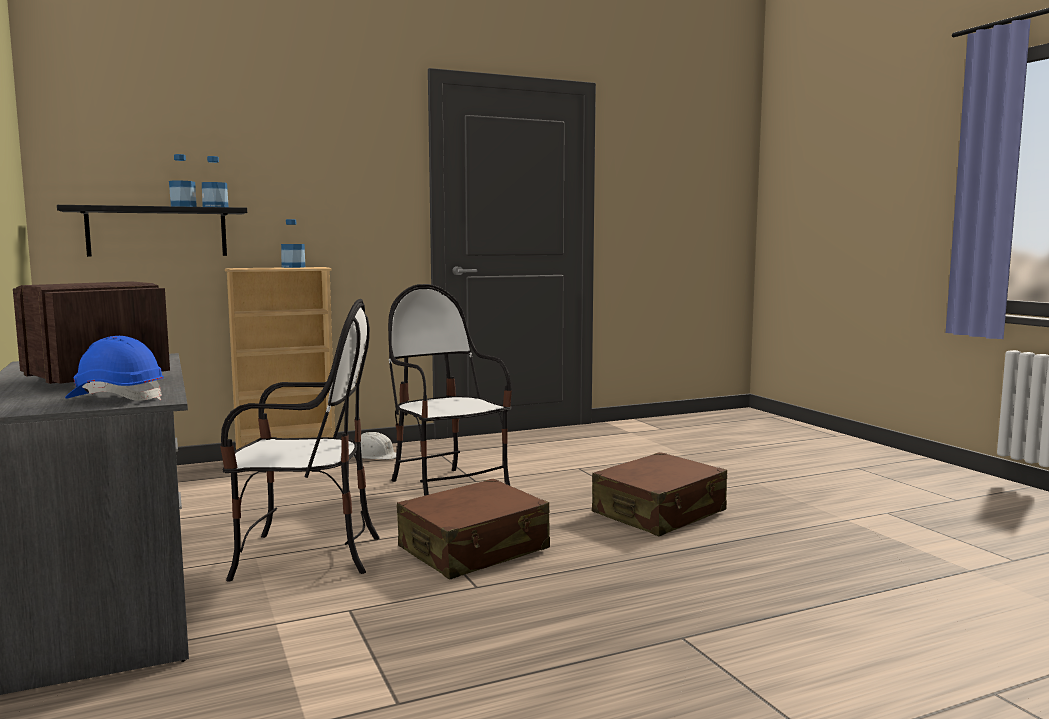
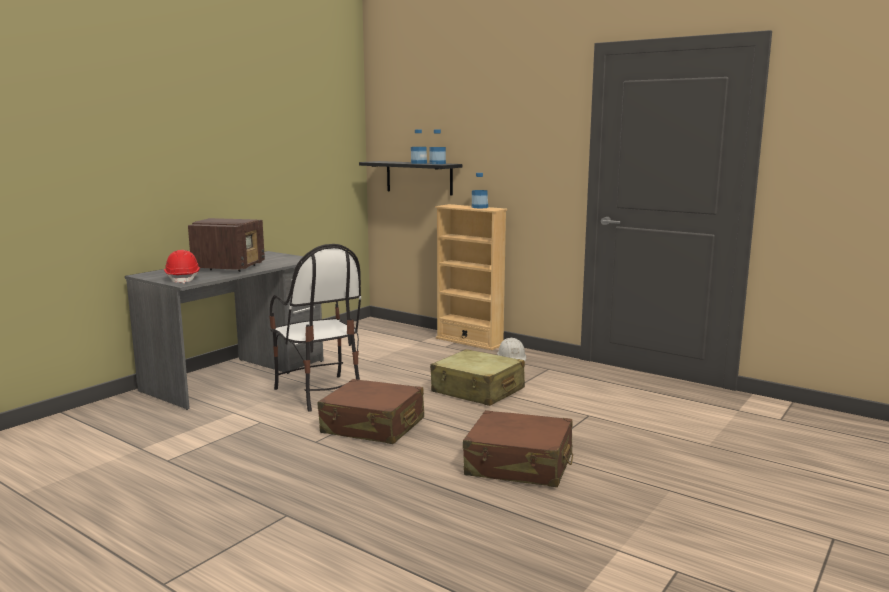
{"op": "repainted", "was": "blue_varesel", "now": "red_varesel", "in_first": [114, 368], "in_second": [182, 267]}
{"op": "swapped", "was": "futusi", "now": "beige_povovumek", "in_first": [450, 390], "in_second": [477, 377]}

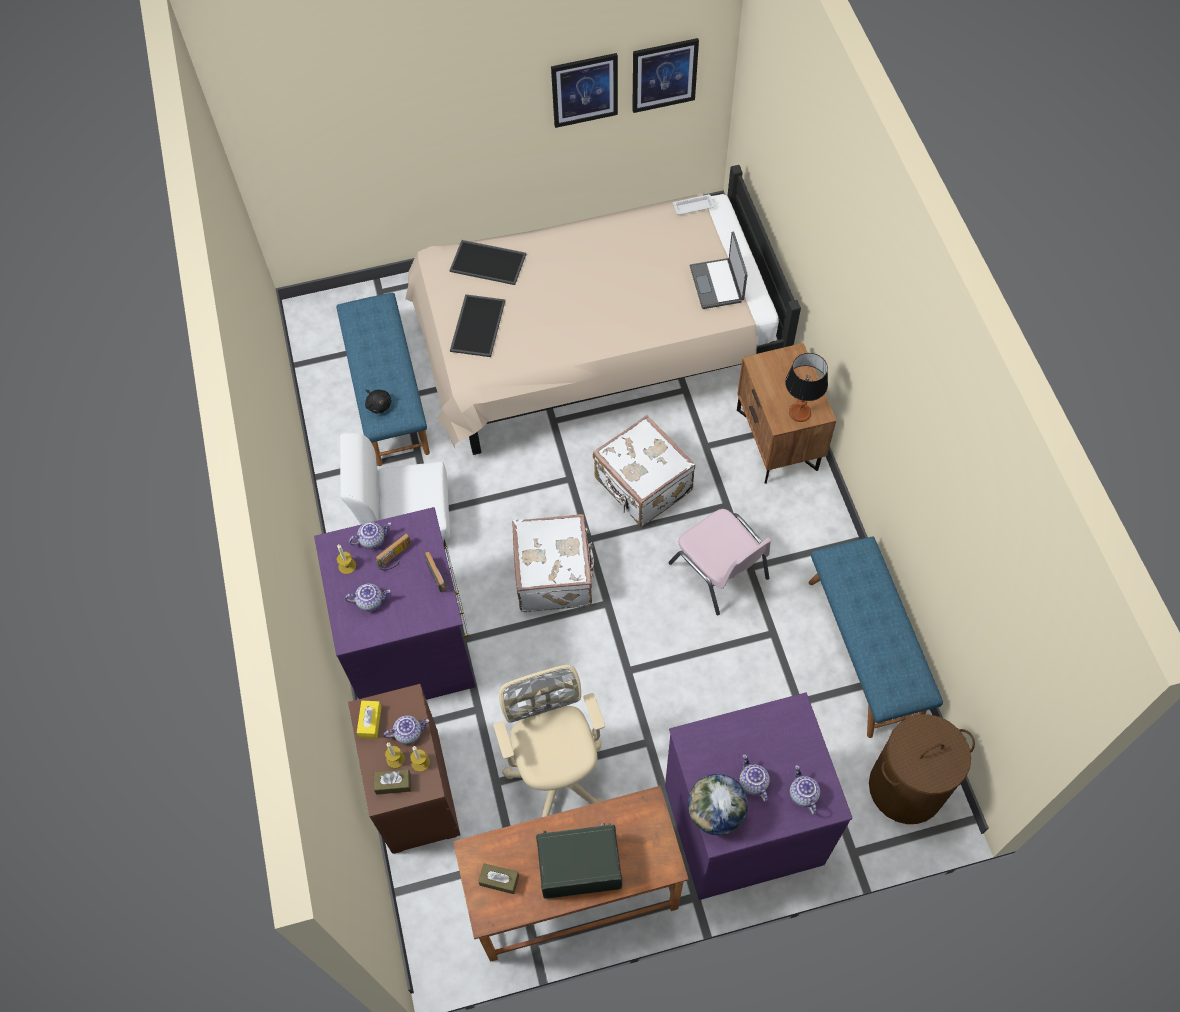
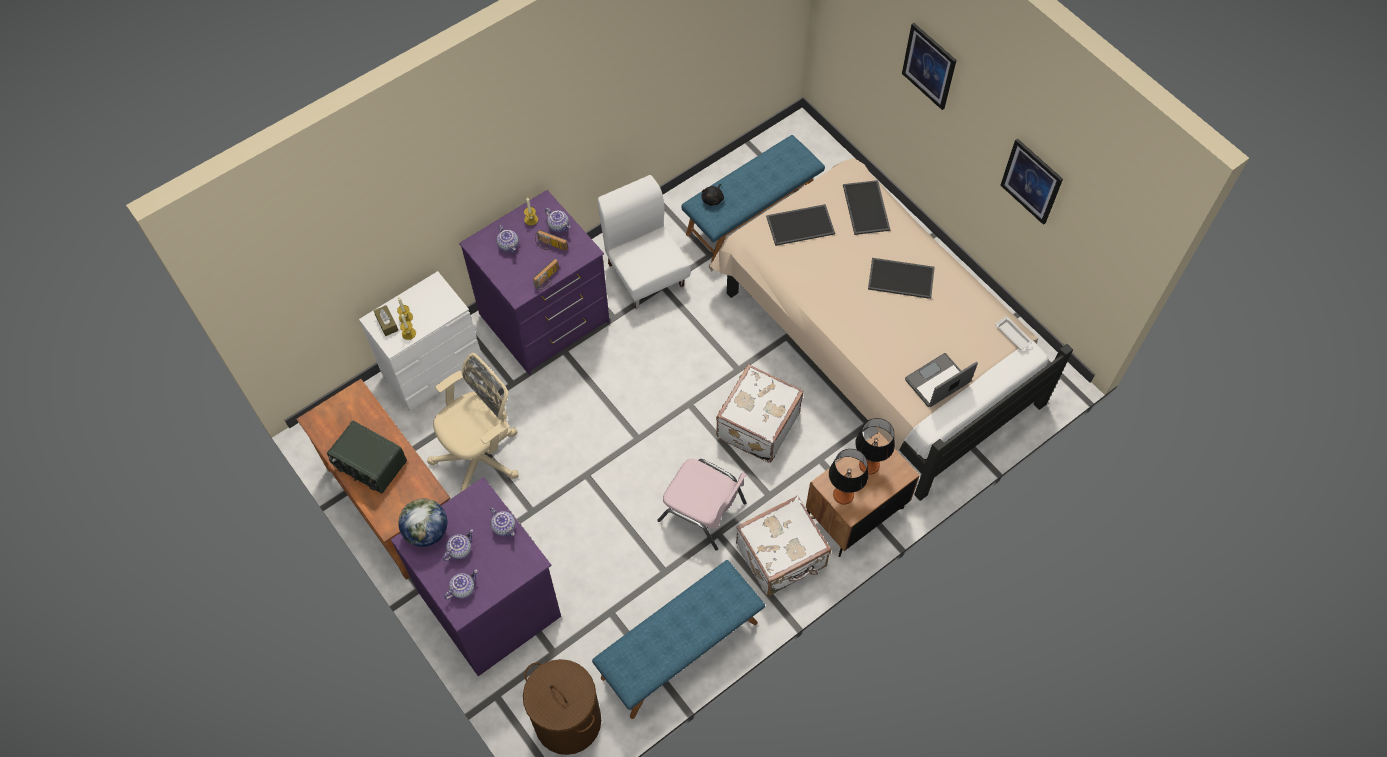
{"op": "repainted", "was": "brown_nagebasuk", "now": "white_nagebasuk", "in_first": [404, 769], "in_second": [421, 341]}
{"op": "gone", "was": "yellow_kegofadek", "in_first": [369, 720]}
{"op": "shifted", "was": "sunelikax", "in_first": [406, 730], "in_second": [502, 522]}
{"op": "gone", "was": "brown_kegofadek", "in_first": [498, 878]}
{"op": "shifted", "was": "white_povovumek", "in_first": [553, 563], "in_second": [783, 546]}
{"op": "rotated", "was": "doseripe", "in_first": [579, 861], "in_second": [367, 457], "clockwise": 150}
{"op": "shifted", "was": "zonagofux", "in_first": [665, 75], "in_second": [929, 66]}
{"op": "rotated", "was": "pink_futusi", "in_first": [720, 562], "in_second": [701, 505], "clockwise": -90}
{"op": "new", "now": "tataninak", "in_second": [875, 446]}
{"op": "new", "now": "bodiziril", "in_second": [901, 278]}

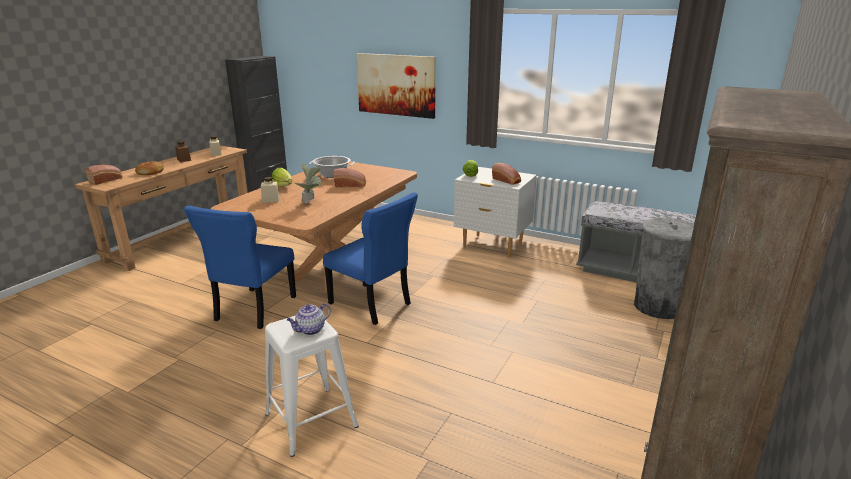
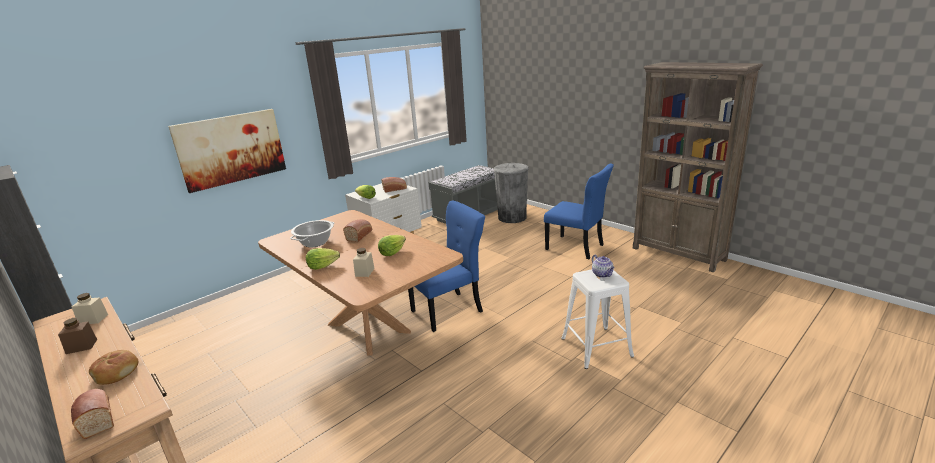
{"op": "shifted", "was": "blue_futusi", "in_first": [240, 267], "in_second": [579, 211]}
{"op": "swapped", "was": "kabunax", "now": "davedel", "in_first": [308, 184], "in_second": [392, 245]}

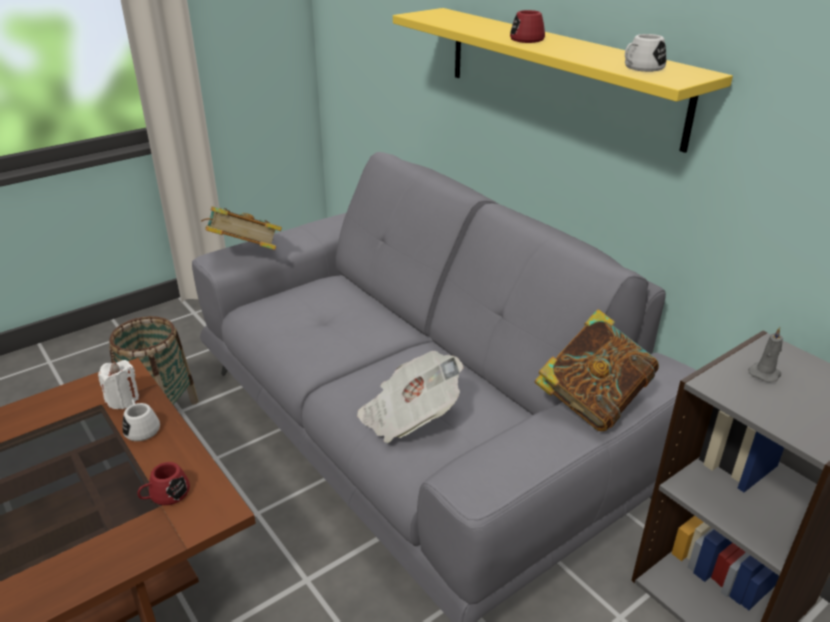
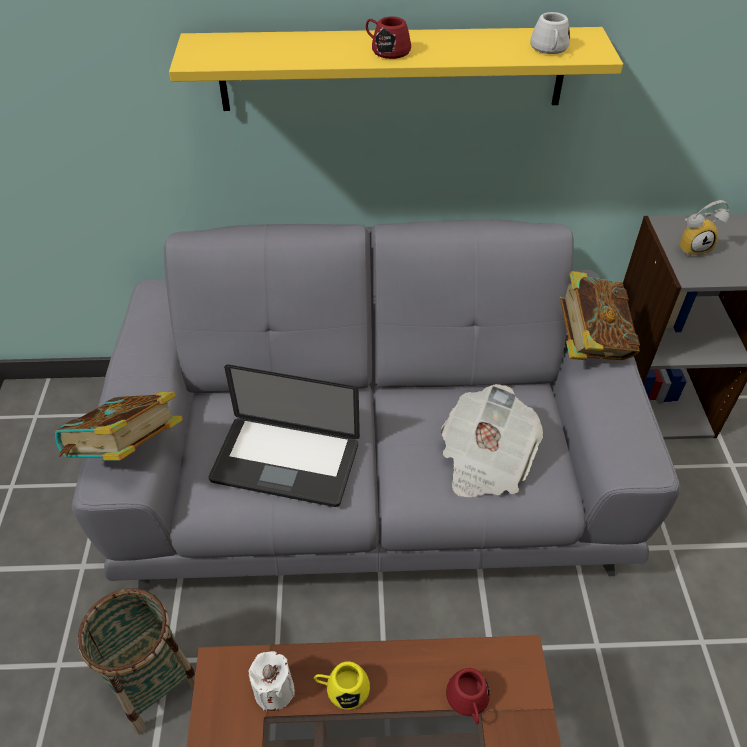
{"op": "repainted", "was": "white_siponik", "now": "yellow_siponik", "in_first": [141, 420], "in_second": [342, 685]}
{"op": "swapped", "was": "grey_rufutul", "now": "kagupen", "in_first": [765, 355], "in_second": [704, 228]}
{"op": "new", "now": "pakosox", "in_second": [284, 435]}

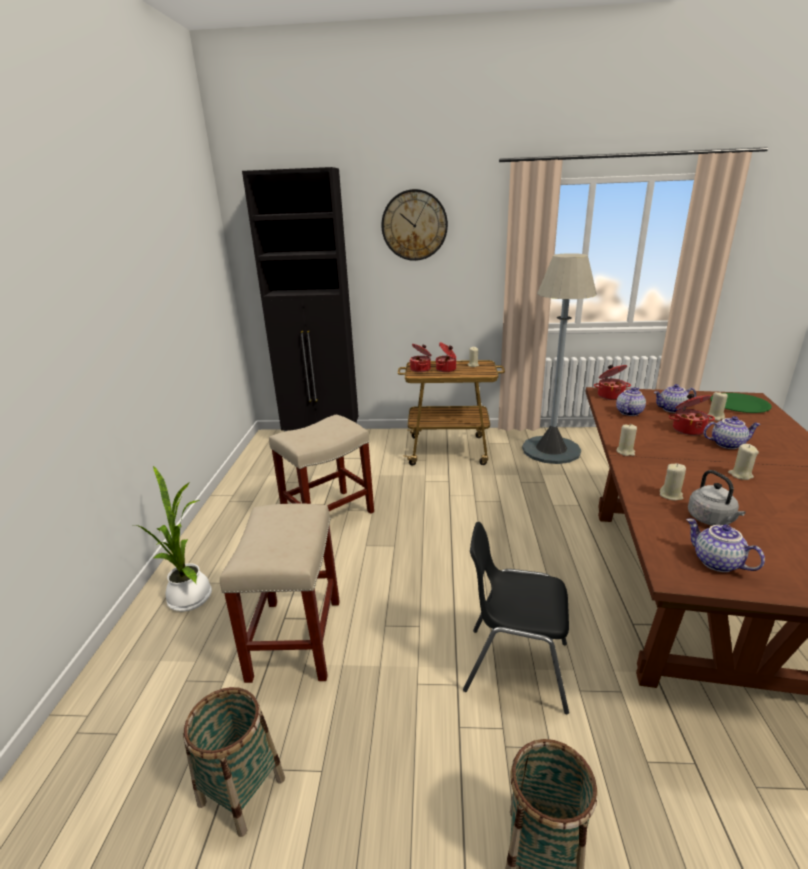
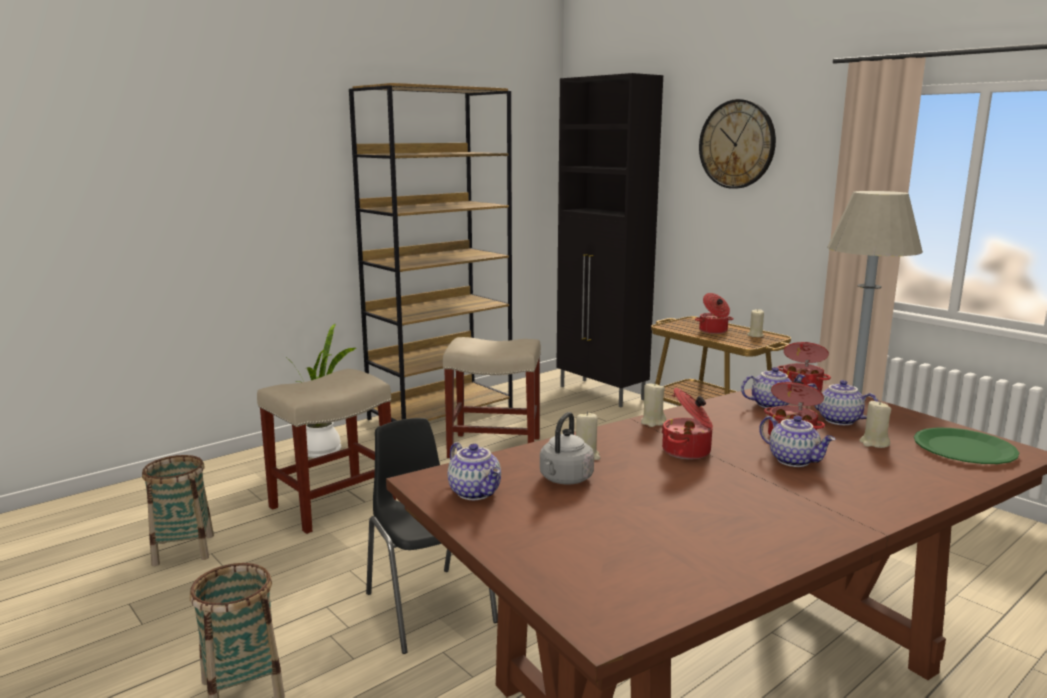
{"op": "shifted", "was": "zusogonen", "in_first": [420, 358], "in_second": [687, 423]}
{"op": "rotated", "was": "sunelikax", "in_first": [725, 545], "in_second": [474, 471], "clockwise": 135}
{"op": "gone", "was": "beige_rufutul", "in_first": [743, 462]}
{"op": "new", "now": "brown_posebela", "in_second": [430, 252]}

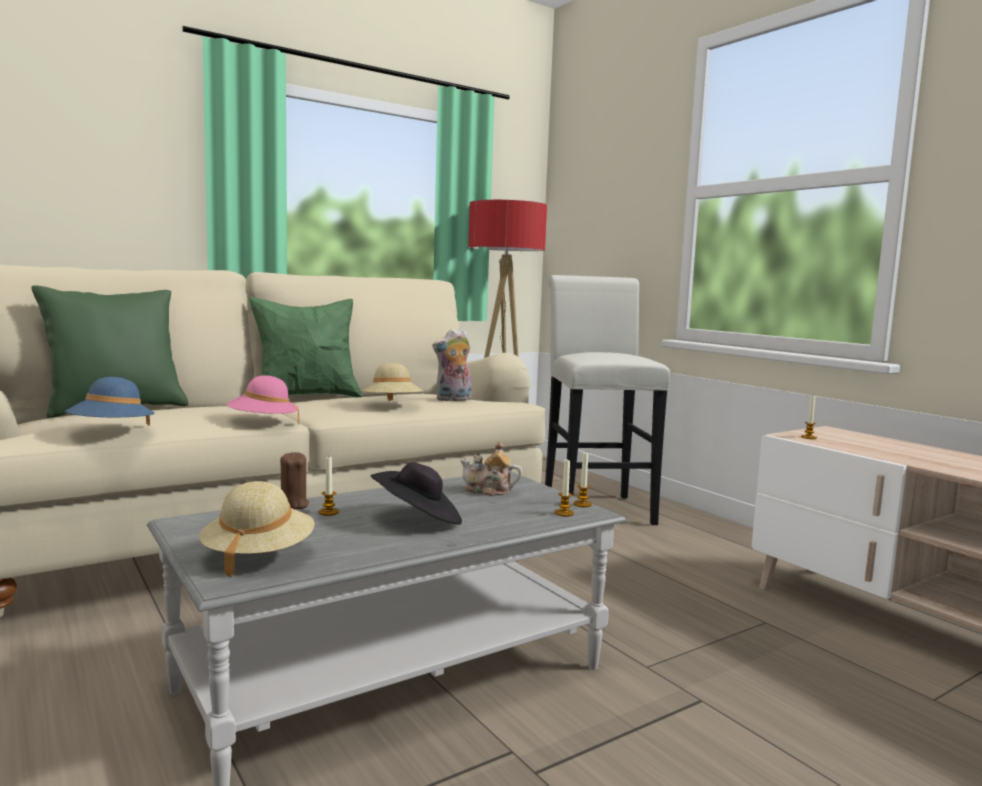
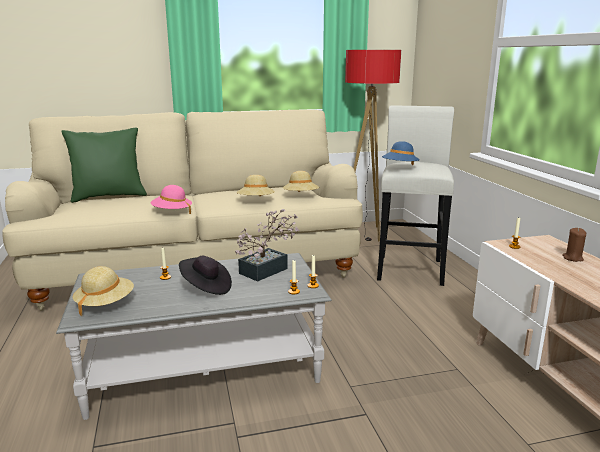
{"op": "shifted", "was": "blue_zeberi", "in_first": [110, 401], "in_second": [401, 153]}
{"op": "gone", "was": "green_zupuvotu", "in_first": [306, 347]}
{"op": "shifted", "was": "brown_rufutul", "in_first": [294, 480], "in_second": [574, 245]}
{"op": "swapped", "was": "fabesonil", "now": "beige_zeberi", "in_first": [452, 364], "in_second": [301, 181]}
{"op": "swapped", "was": "sunelikax", "now": "kabunax", "in_first": [491, 469], "in_second": [267, 245]}

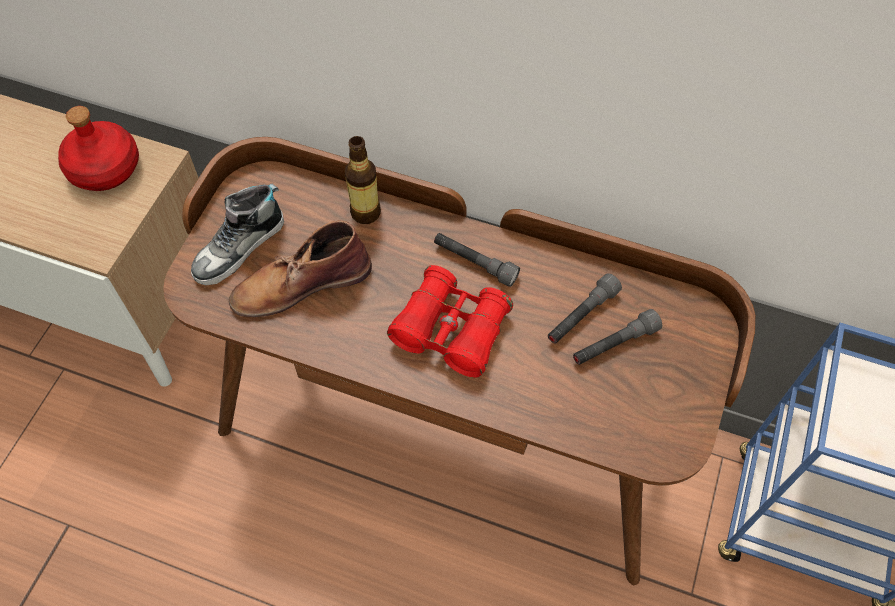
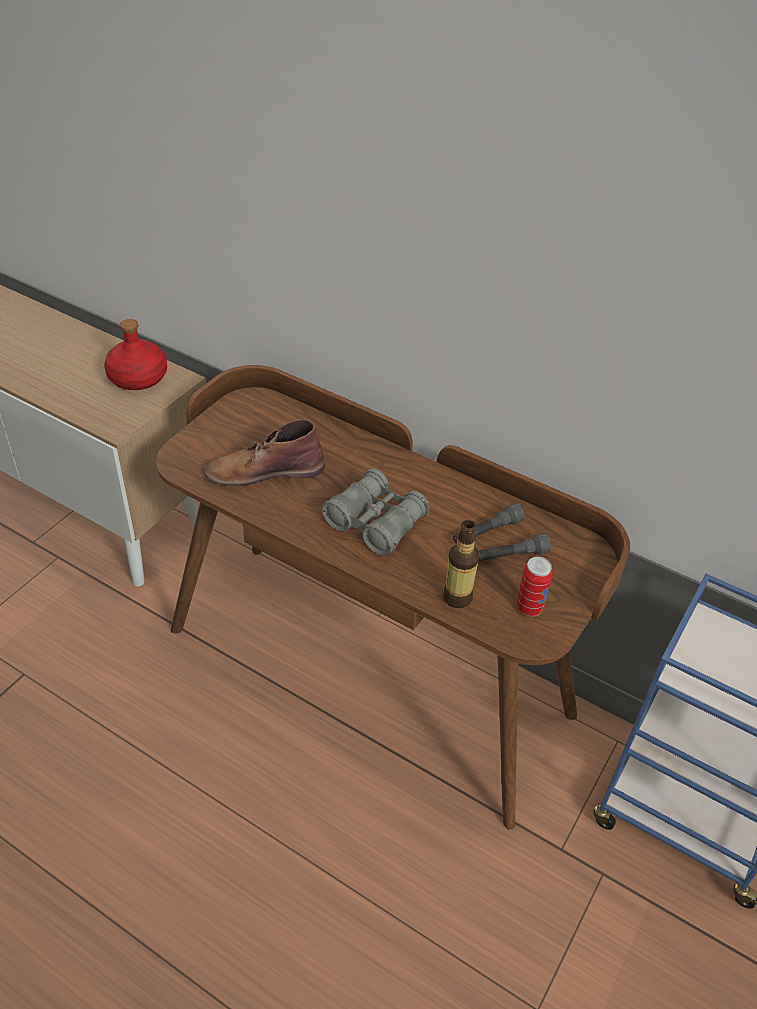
{"op": "gone", "was": "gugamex", "in_first": [237, 234]}
{"op": "shifted", "was": "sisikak", "in_first": [363, 180], "in_second": [461, 564]}
{"op": "repainted", "was": "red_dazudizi", "now": "grey_dazudizi", "in_first": [450, 321], "in_second": [376, 512]}
{"op": "gone", "was": "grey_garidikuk", "in_first": [477, 260]}
{"op": "new", "now": "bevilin", "in_second": [534, 586]}

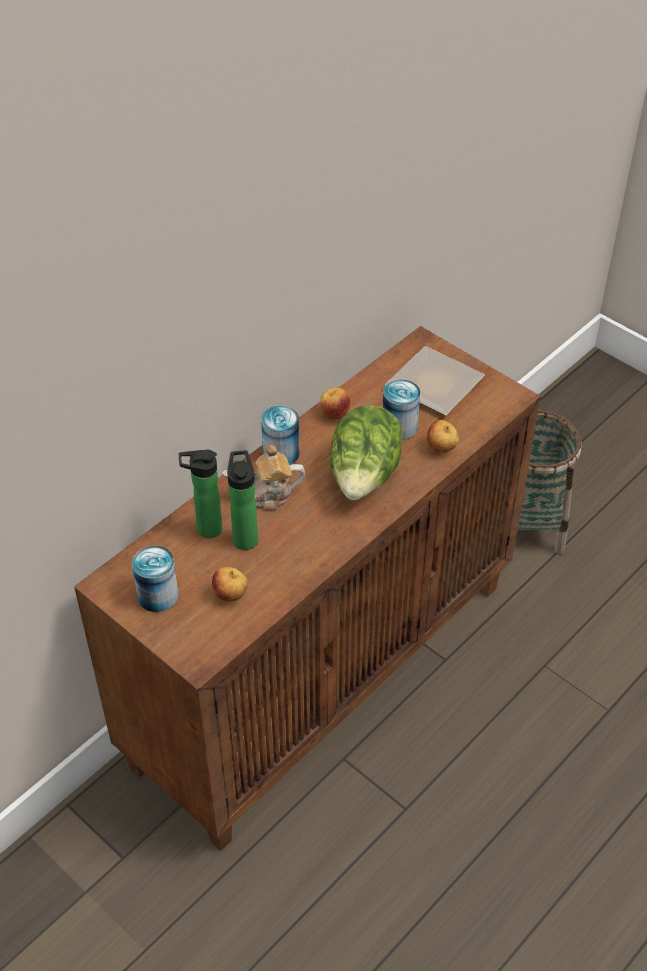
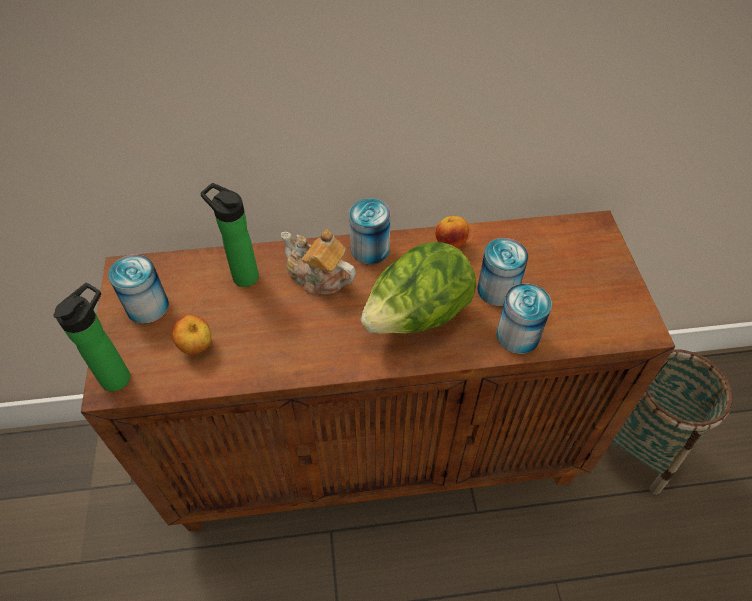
{"op": "shifted", "was": "sisikak", "in_first": [242, 500], "in_second": [92, 337]}
{"op": "gone", "was": "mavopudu", "in_first": [435, 381]}
{"op": "swapped", "was": "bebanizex", "now": "bevilin", "in_first": [443, 436], "in_second": [524, 319]}

